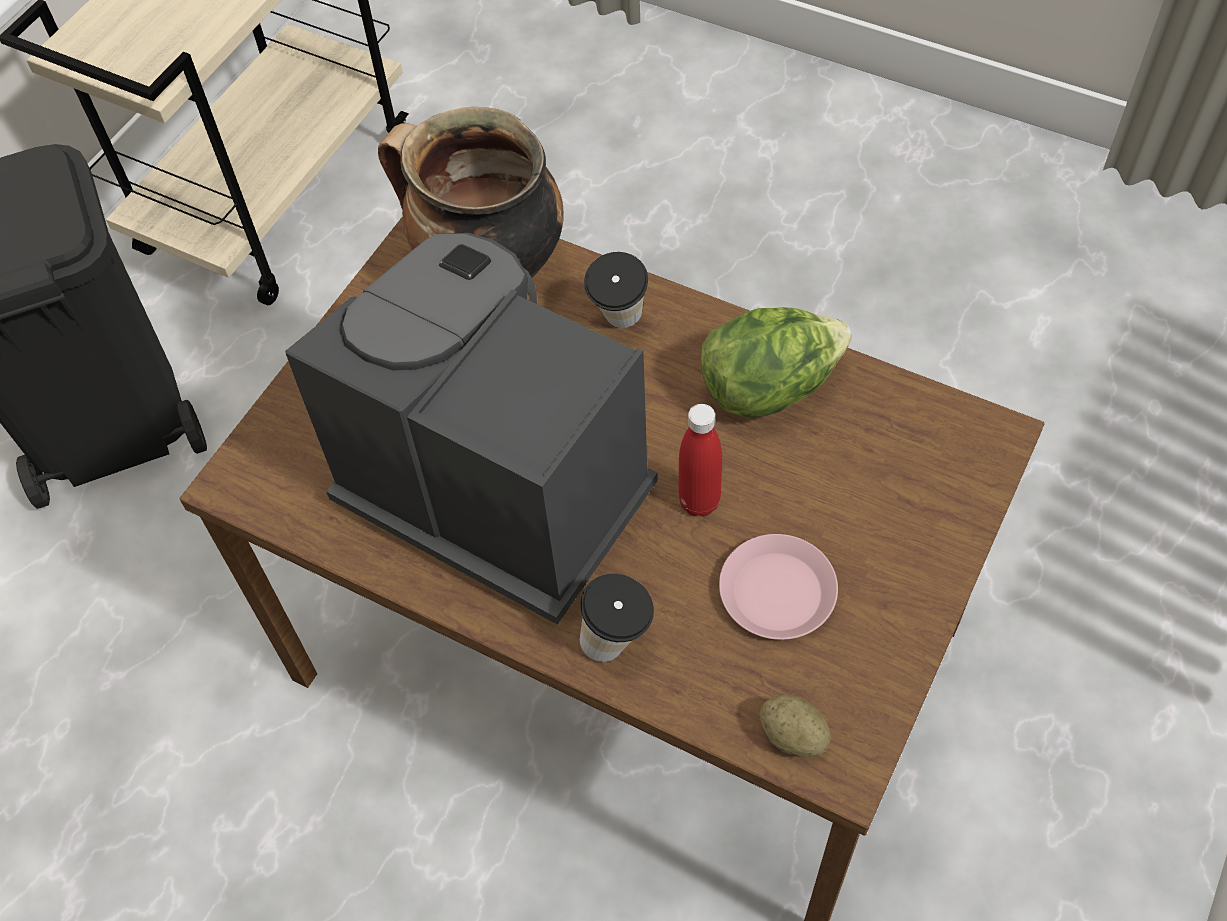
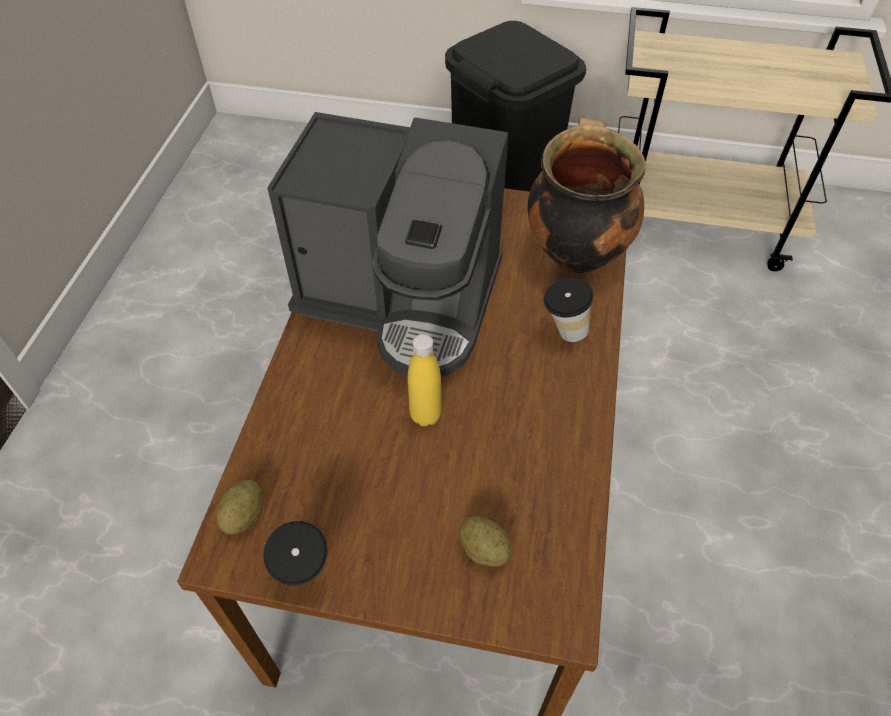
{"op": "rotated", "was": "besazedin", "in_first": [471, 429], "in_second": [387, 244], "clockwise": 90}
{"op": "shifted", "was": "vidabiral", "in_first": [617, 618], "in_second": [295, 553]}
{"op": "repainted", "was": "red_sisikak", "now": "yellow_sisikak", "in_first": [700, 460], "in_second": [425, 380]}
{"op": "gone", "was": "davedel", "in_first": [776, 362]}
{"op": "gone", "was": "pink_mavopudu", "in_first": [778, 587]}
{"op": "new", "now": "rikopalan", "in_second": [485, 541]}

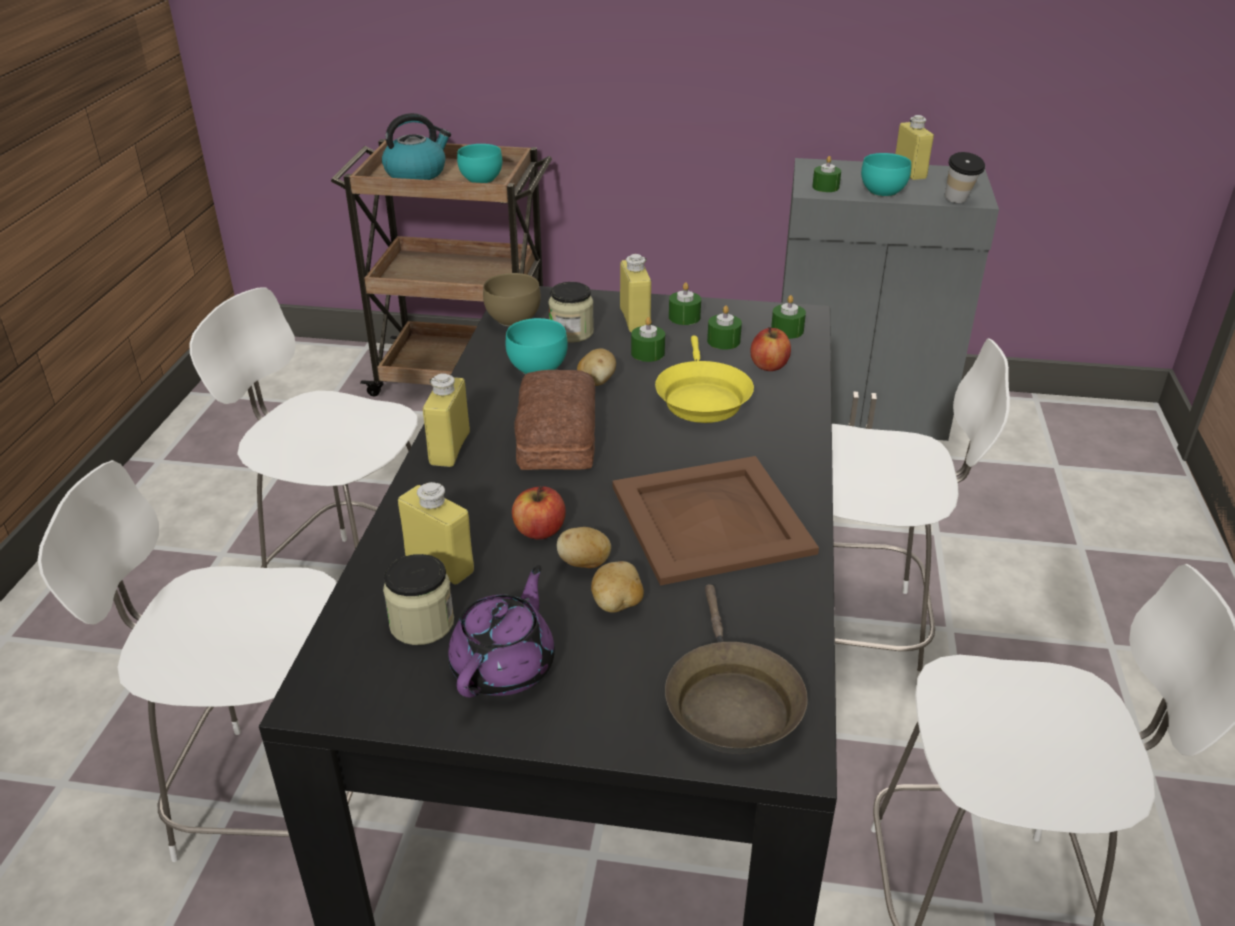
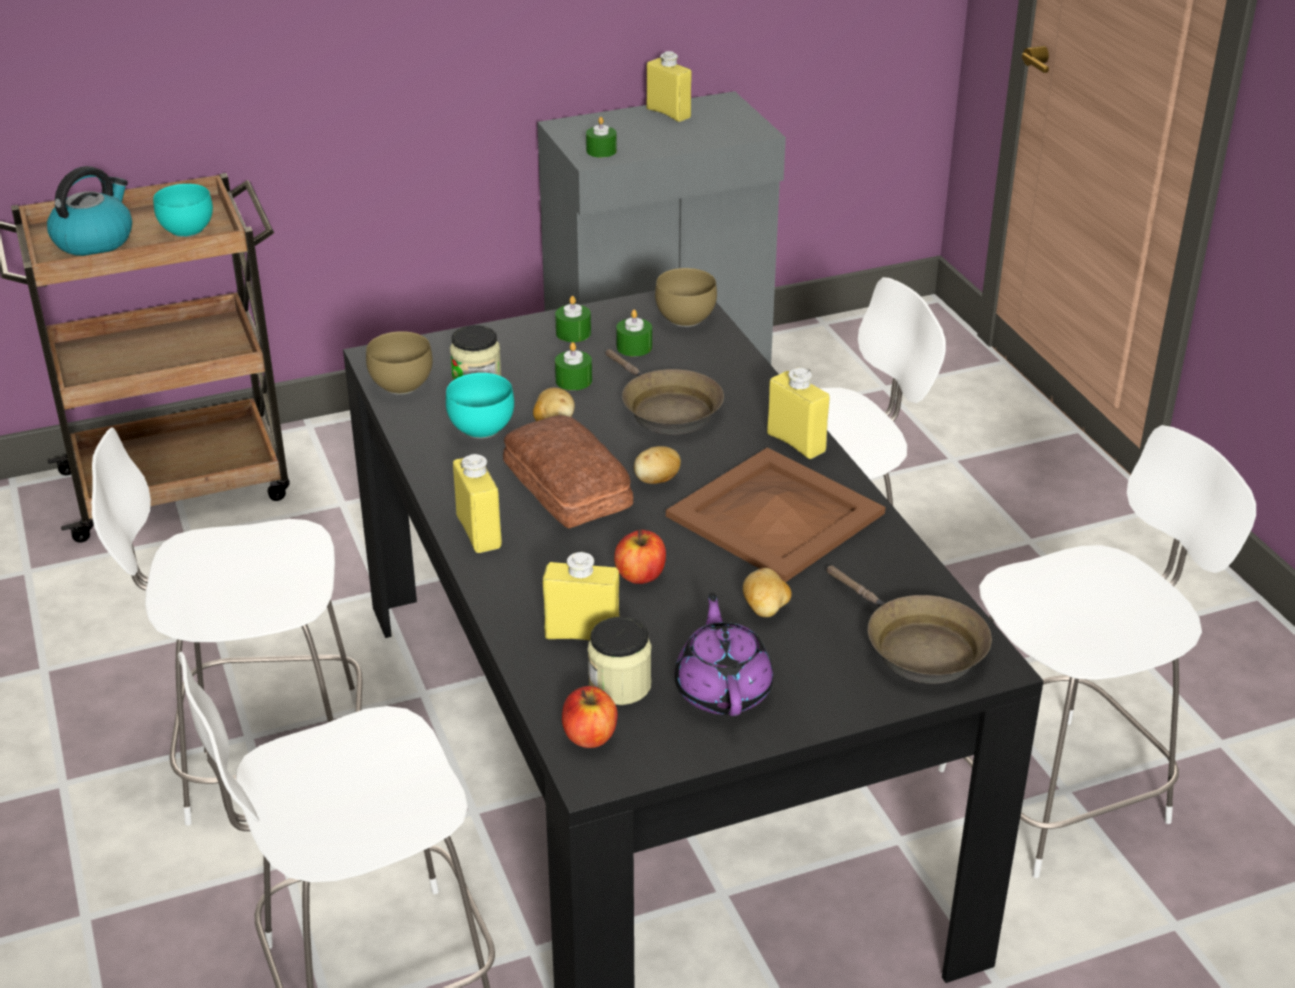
{"op": "shifted", "was": "rikopalan", "in_first": [584, 547], "in_second": [657, 465]}
{"op": "shifted", "was": "yellow_sisikak", "in_first": [635, 293], "in_second": [798, 413]}
{"op": "repainted", "was": "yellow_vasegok", "now": "brown_vasegok", "in_first": [704, 379], "in_second": [664, 392]}
{"op": "shifted", "was": "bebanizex", "in_first": [770, 349], "in_second": [590, 717]}
{"op": "swapped", "was": "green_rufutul", "now": "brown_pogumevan", "in_first": [788, 317], "in_second": [686, 297]}
{"op": "gone", "was": "turquoise_pogumevan", "in_first": [886, 175]}
{"op": "gone", "was": "vidabiral", "in_first": [965, 177]}

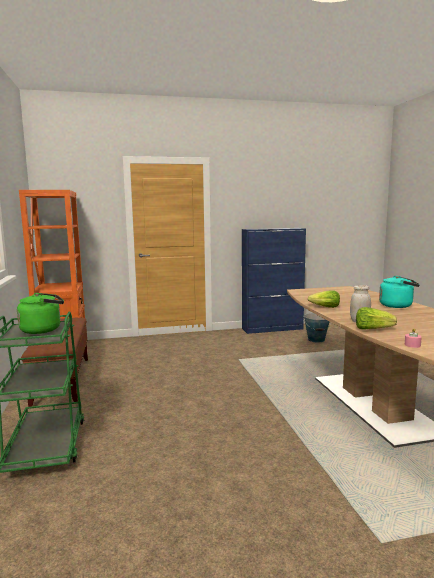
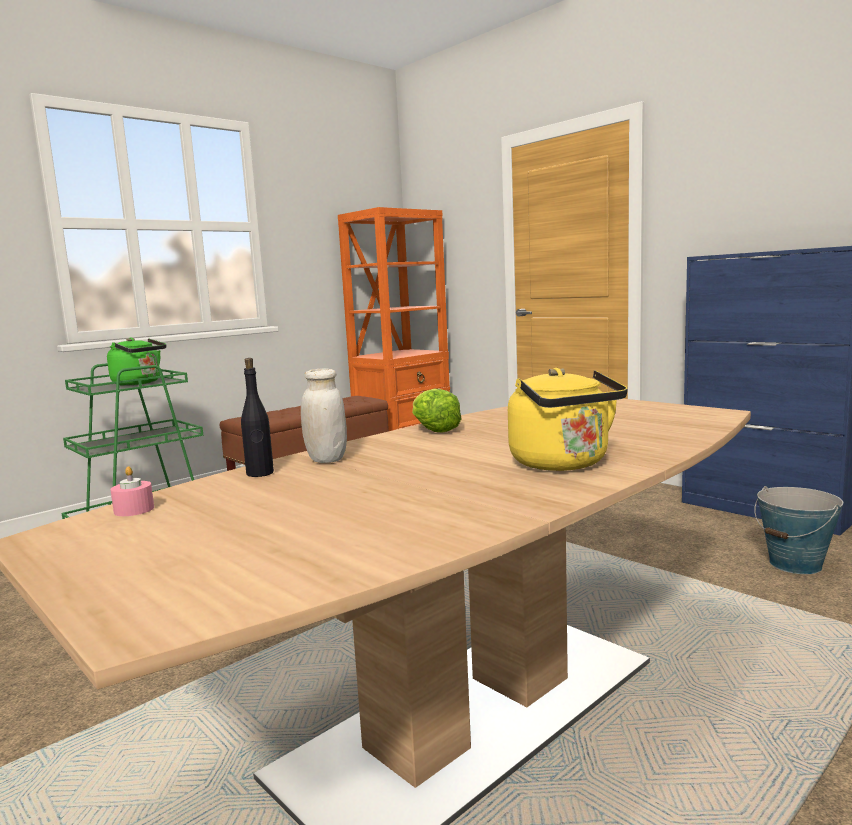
{"op": "swapped", "was": "davedel", "now": "black_sisikak", "in_first": [376, 318], "in_second": [257, 417]}
{"op": "repainted", "was": "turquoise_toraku", "now": "yellow_toraku", "in_first": [399, 292], "in_second": [567, 419]}

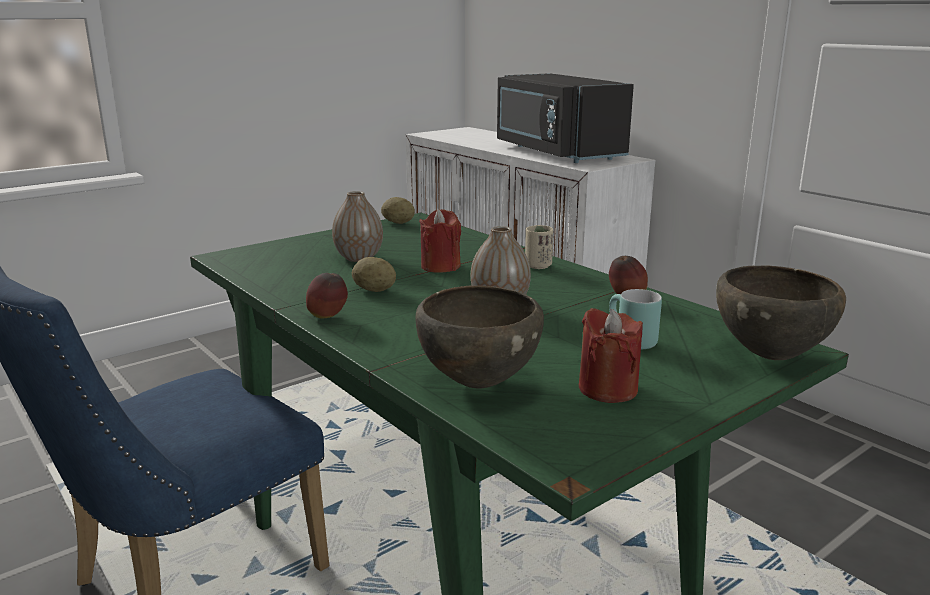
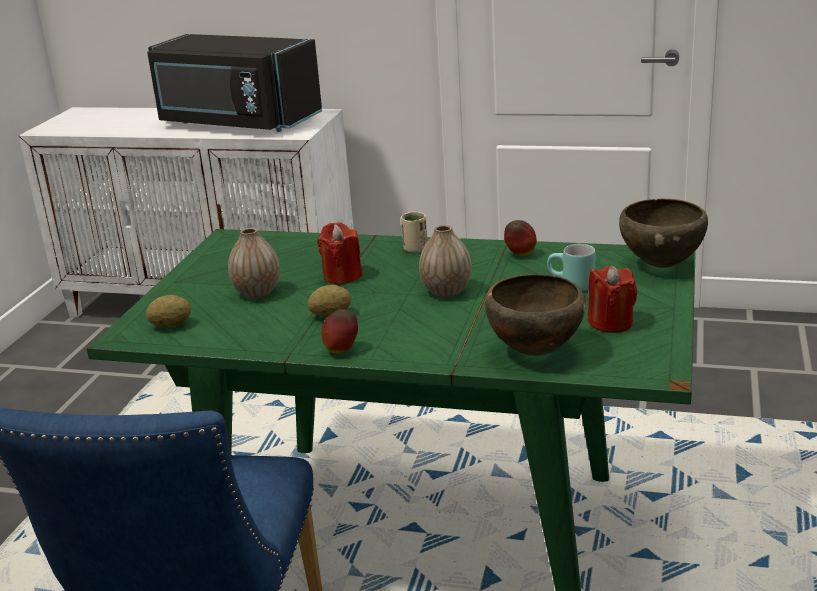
{"op": "shifted", "was": "rikopalan", "in_first": [398, 210], "in_second": [168, 311]}

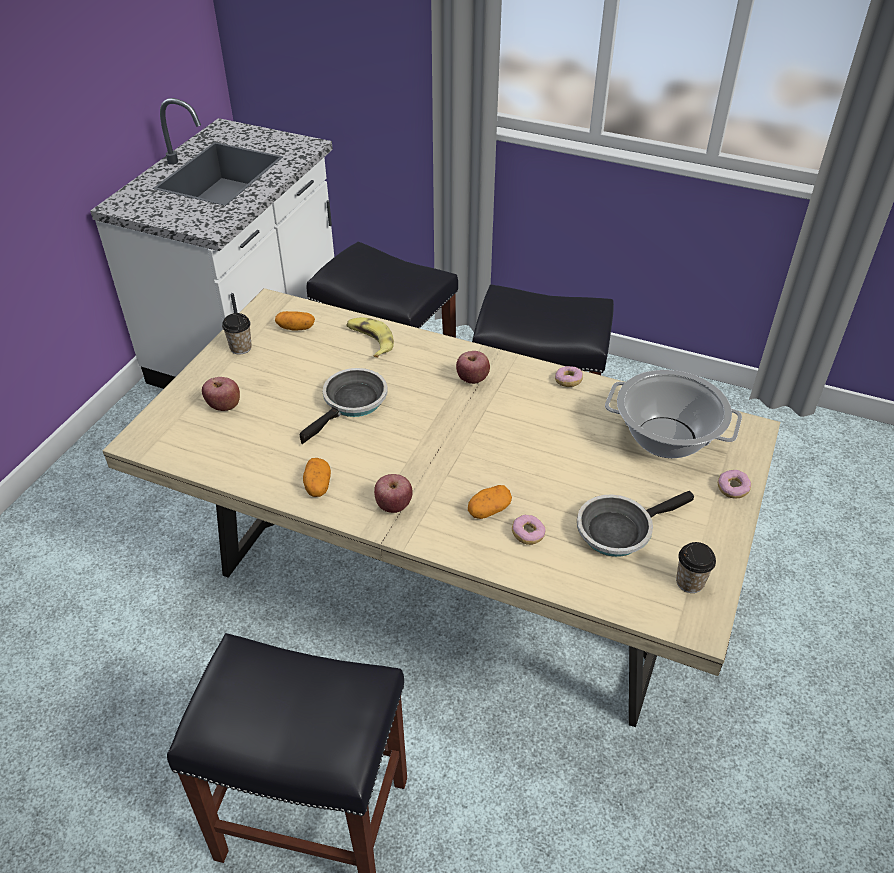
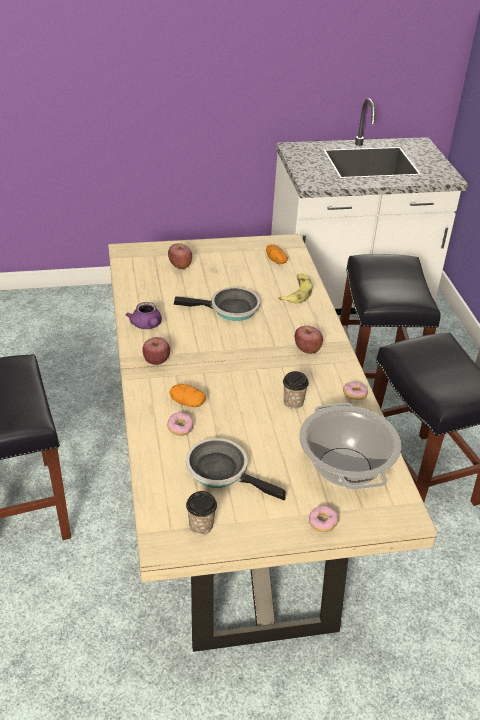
{"op": "shifted", "was": "vidabiral", "in_first": [237, 334], "in_second": [296, 390]}
{"op": "swapped", "was": "rikopalan", "now": "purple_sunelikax", "in_first": [317, 477], "in_second": [144, 315]}

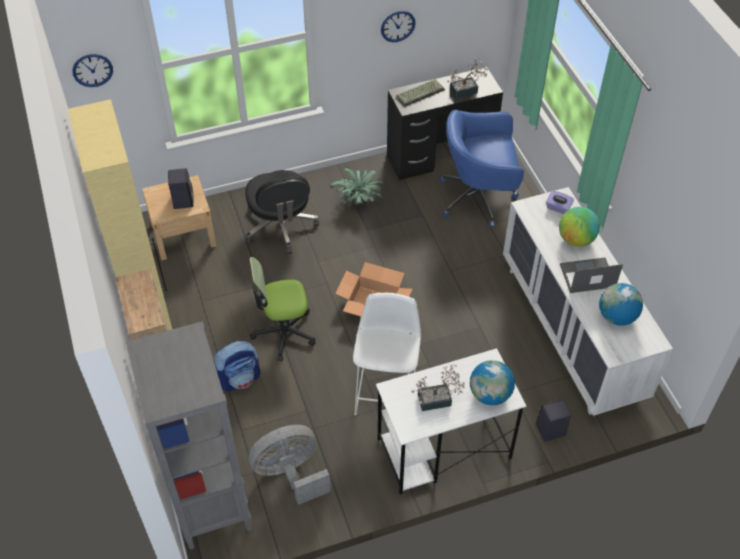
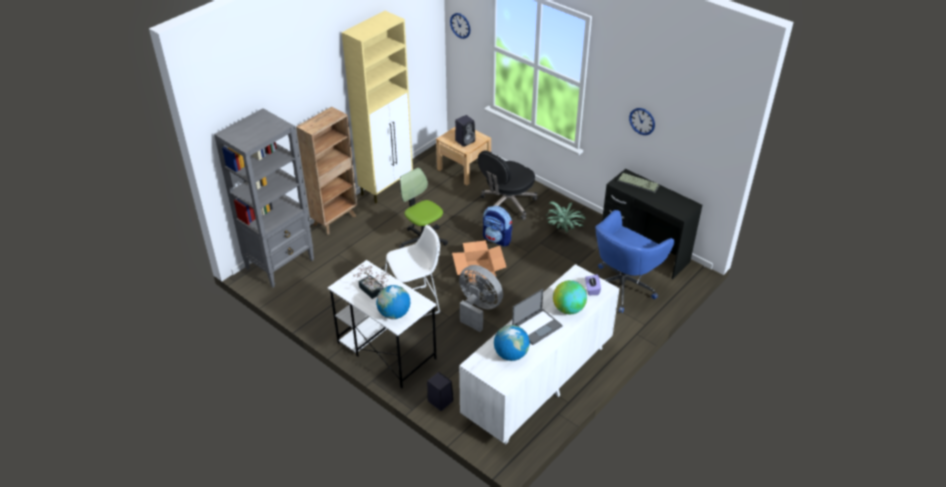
{"op": "shifted", "was": "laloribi", "in_first": [237, 366], "in_second": [497, 226]}
{"op": "shifted", "was": "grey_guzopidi", "in_first": [289, 465], "in_second": [481, 298]}
{"op": "rotated", "was": "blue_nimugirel", "in_first": [482, 168], "in_second": [635, 261], "clockwise": -105}
{"op": "gone", "was": "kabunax", "in_first": [467, 78]}
{"op": "rotated", "was": "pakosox", "in_first": [591, 275], "in_second": [537, 317], "clockwise": 90}

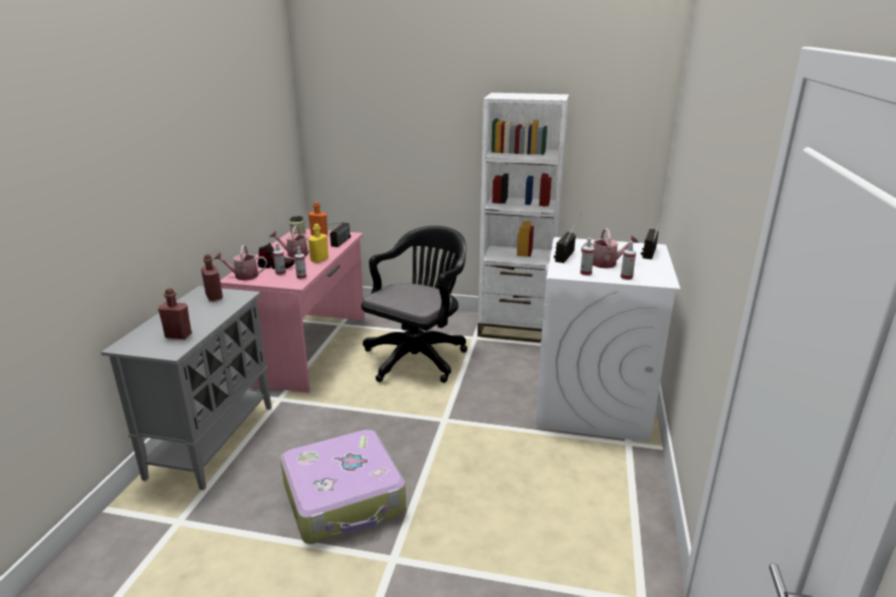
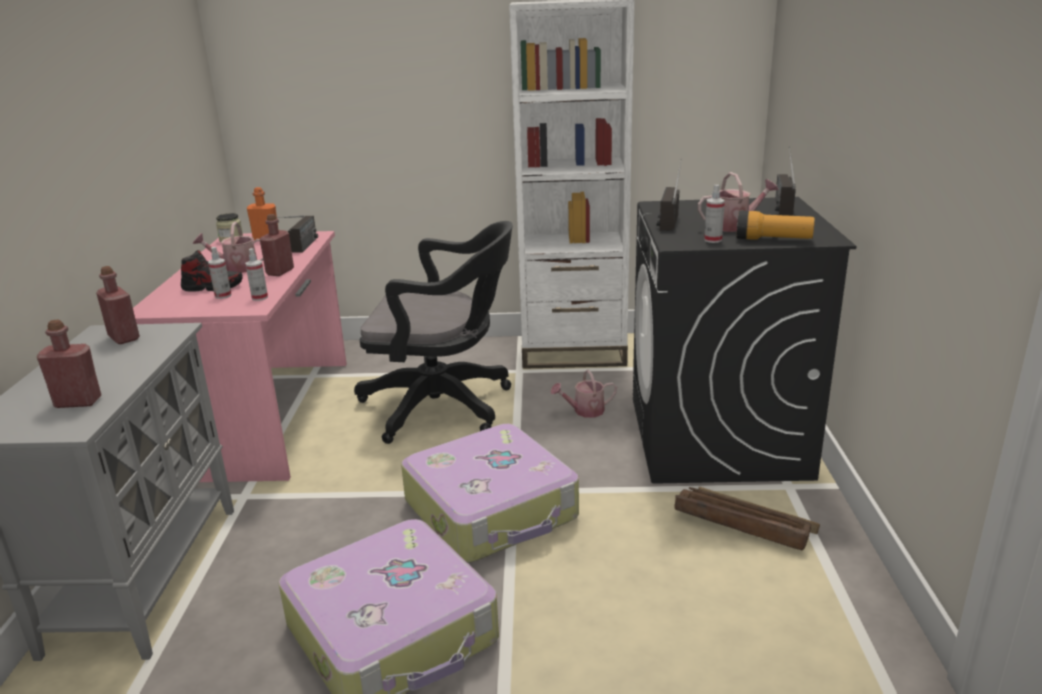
{"op": "shifted", "was": "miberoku", "in_first": [240, 262], "in_second": [584, 394]}
{"op": "repainted", "was": "yellow_sisikak", "now": "red_sisikak", "in_first": [318, 243], "in_second": [277, 245]}
{"op": "rotated", "was": "black_nimugirel", "in_first": [414, 304], "in_second": [433, 332], "clockwise": 75}
{"op": "repainted", "was": "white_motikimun", "now": "black_motikimun", "in_first": [608, 339], "in_second": [745, 340]}
{"op": "swapped", "was": "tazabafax", "now": "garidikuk", "in_first": [628, 260], "in_second": [776, 225]}
{"op": "new", "now": "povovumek", "in_second": [490, 493]}
{"op": "new", "now": "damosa", "in_second": [747, 518]}

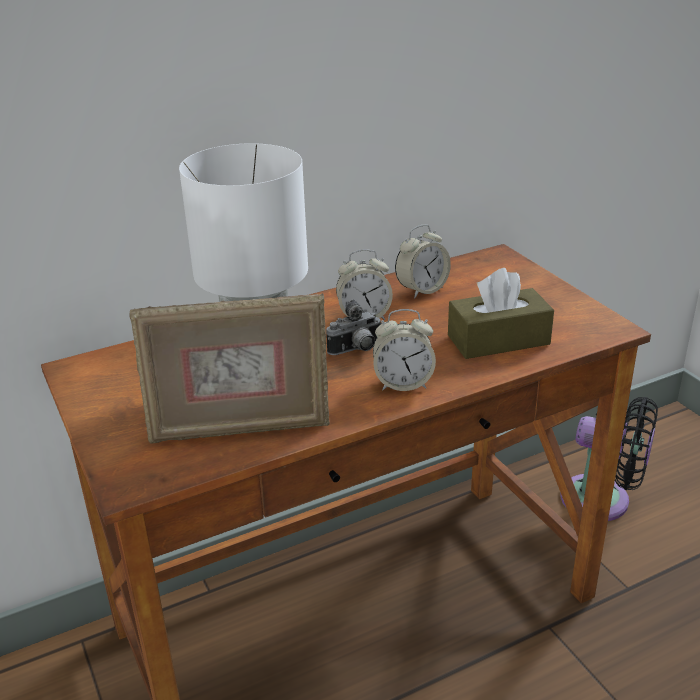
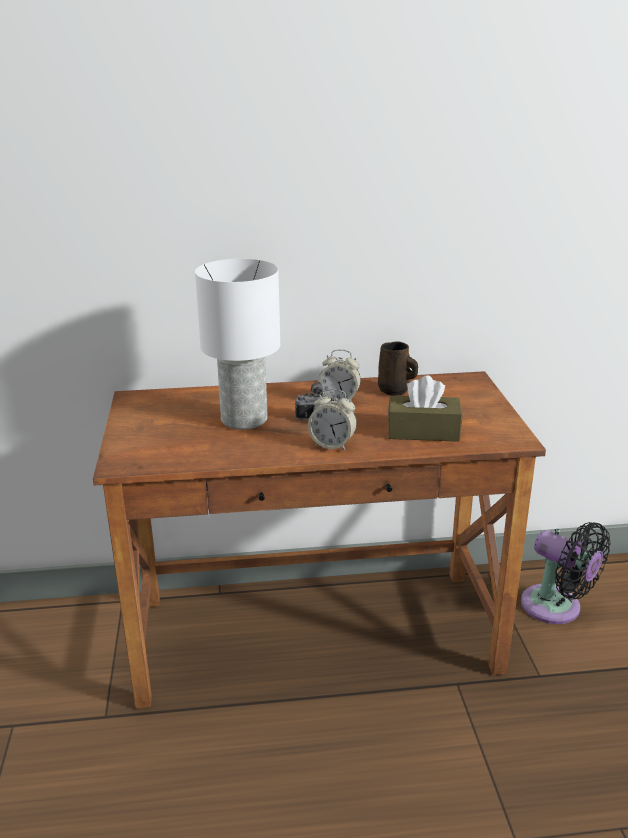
{"op": "gone", "was": "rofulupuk", "in_first": [229, 368]}
{"op": "swapped", "was": "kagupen", "now": "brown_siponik", "in_first": [423, 261], "in_second": [398, 368]}

